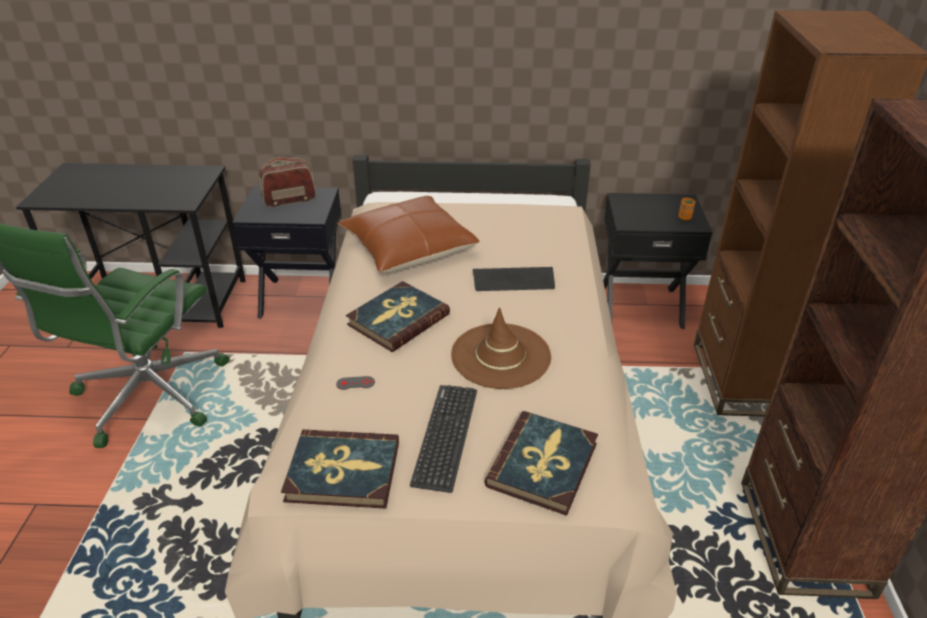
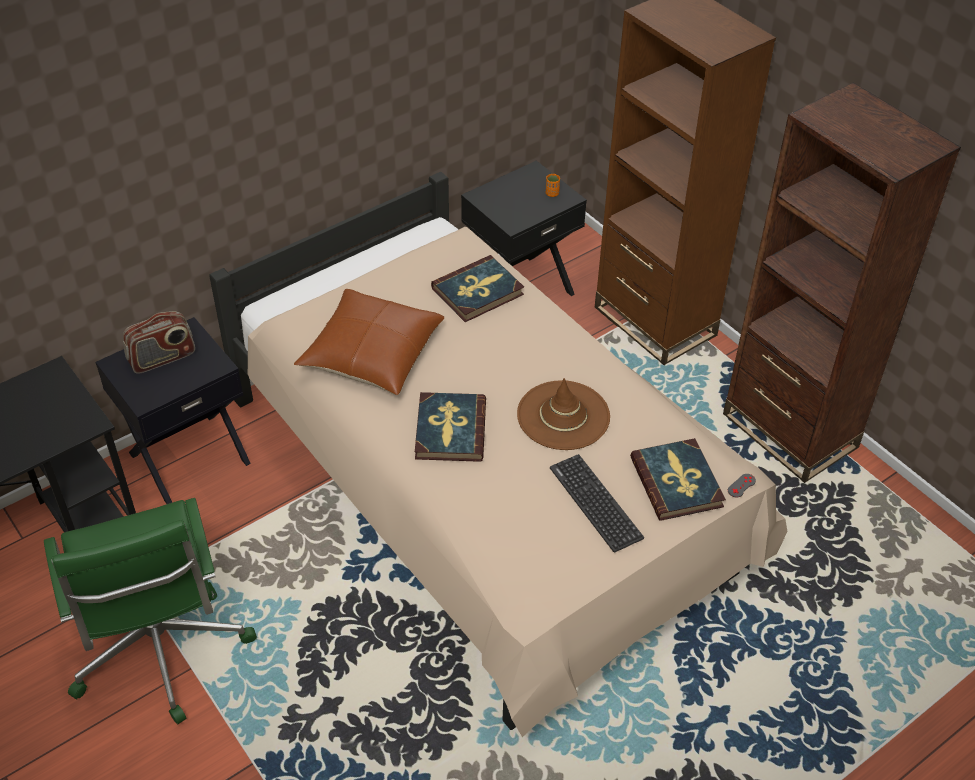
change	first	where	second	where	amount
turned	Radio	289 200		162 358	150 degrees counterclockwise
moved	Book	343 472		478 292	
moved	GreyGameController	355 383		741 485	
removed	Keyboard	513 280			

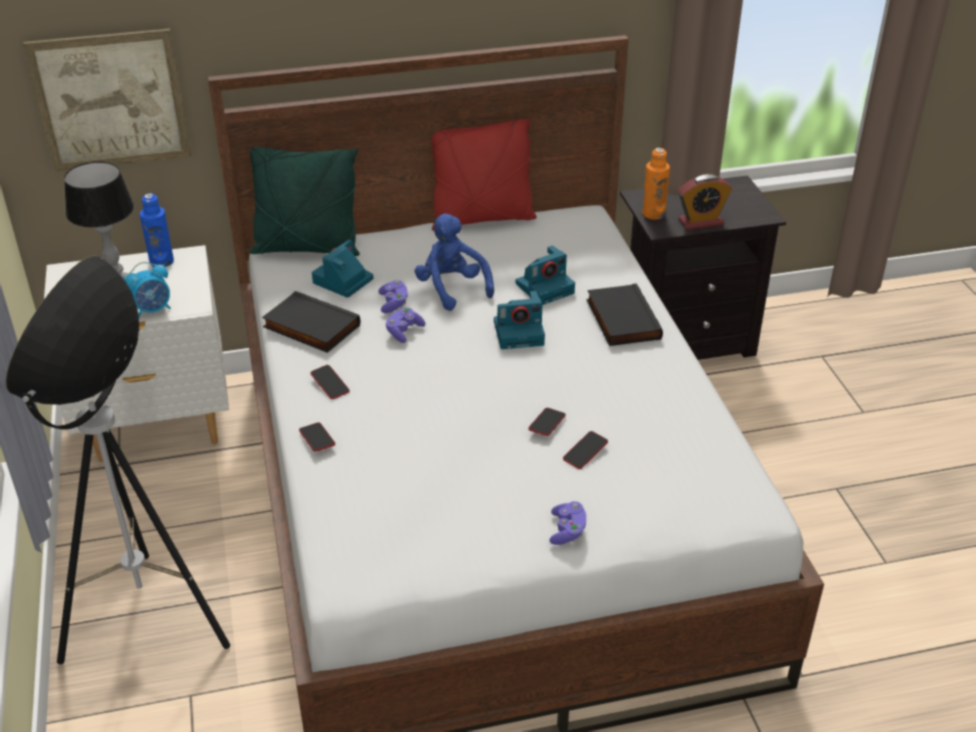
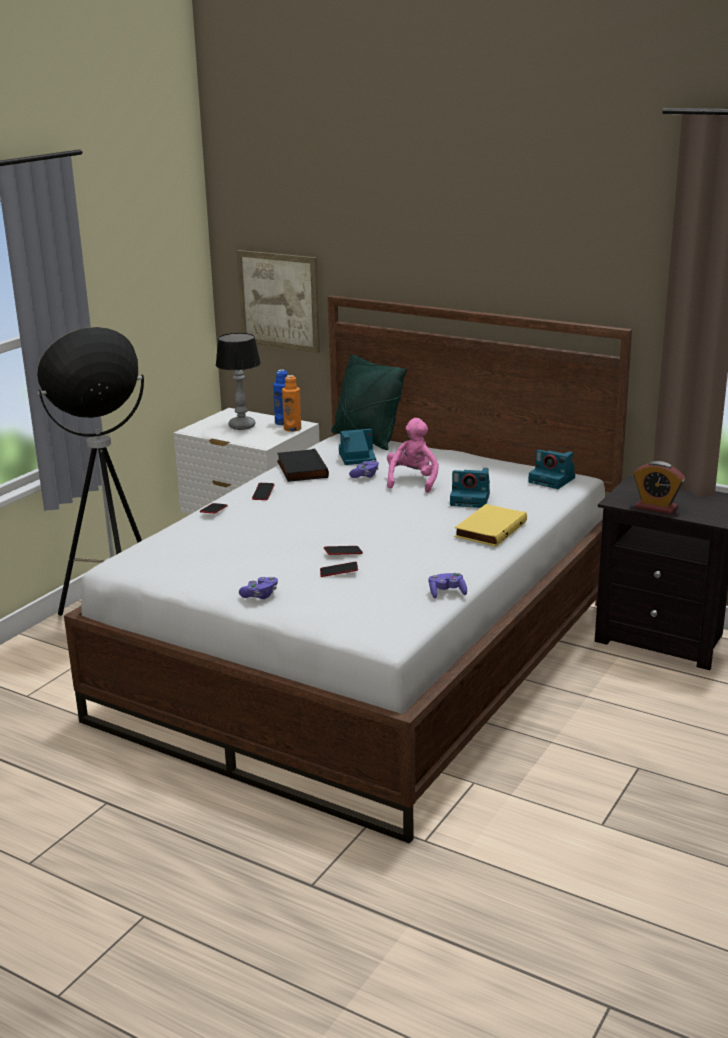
change	first	where	second	where	amount
moved	OrangeBottle	653 214		292 429	
recoloured	BluePlushToy	452 288	PinkPlushToy	412 481	
moved	PurpleGameController	404 331		446 593	
recoloured	BlackBook	621 319	YellowBook	489 529	
moved	PhotoCamera	520 332		553 480	
removed	AlarmClock	153 310			
removed	RedPillow	482 219			

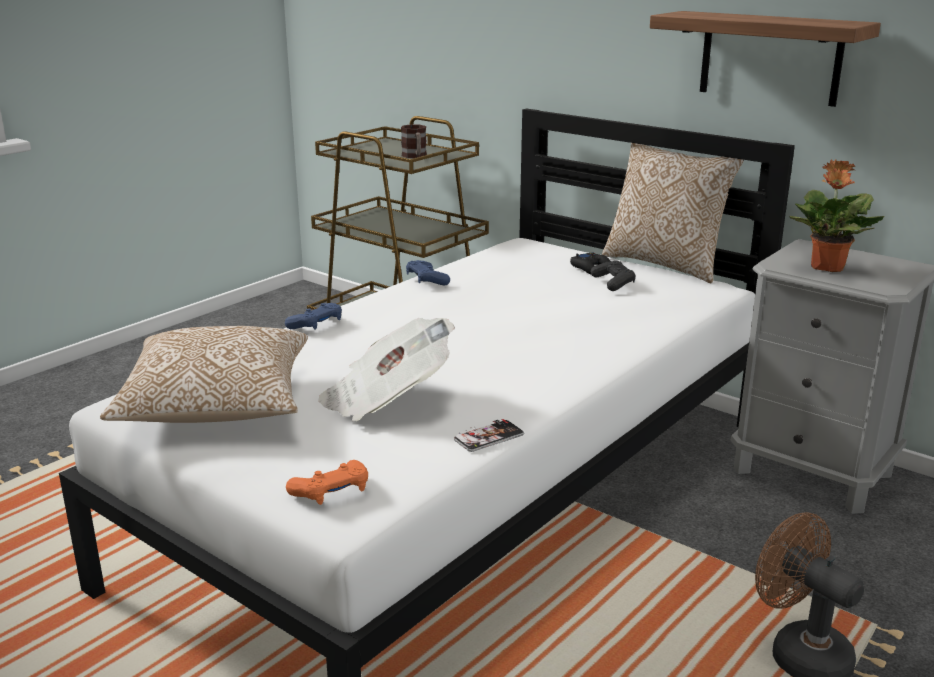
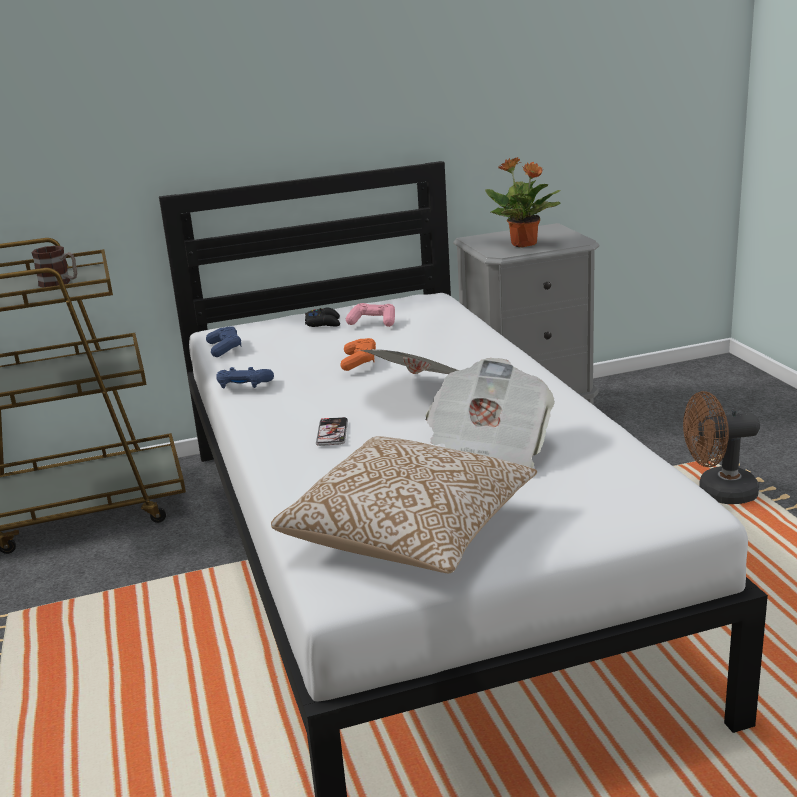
change	first	where	second	where	amount
moved	BlueGameController	316 324		224 348	
moved	Phone	489 437		332 432	
moved	OrangeGameController	331 492		359 361	
recoloured	BlackGameController	613 283	PinkGameController	373 322	
added			Newspaper	420 392	
removed	Pillow	665 264			
removed	Shelf	770 58			

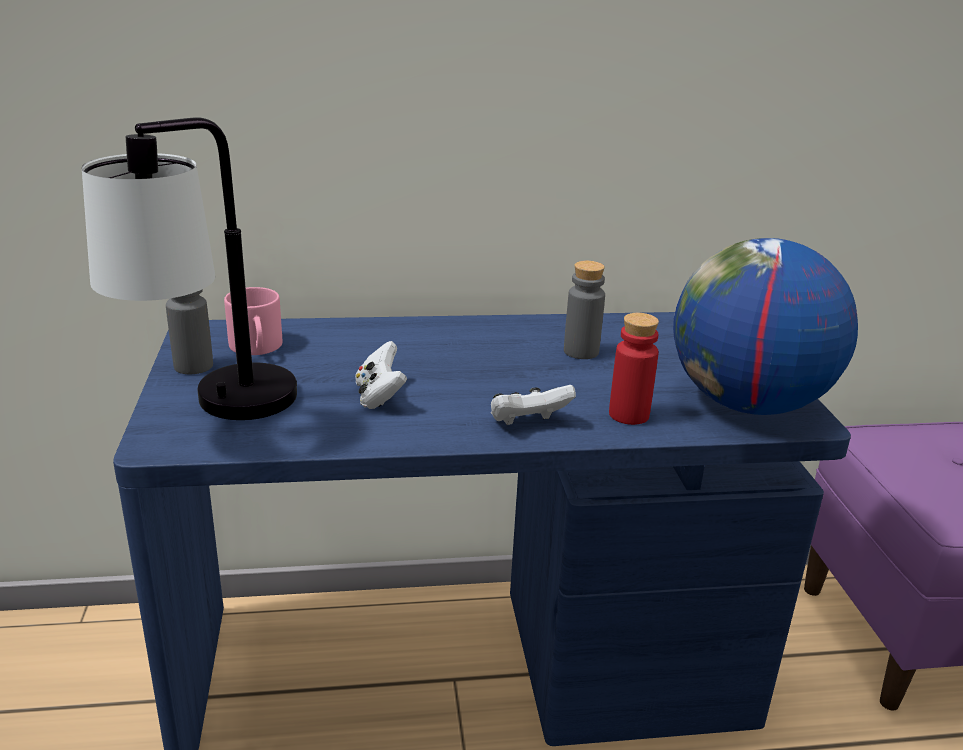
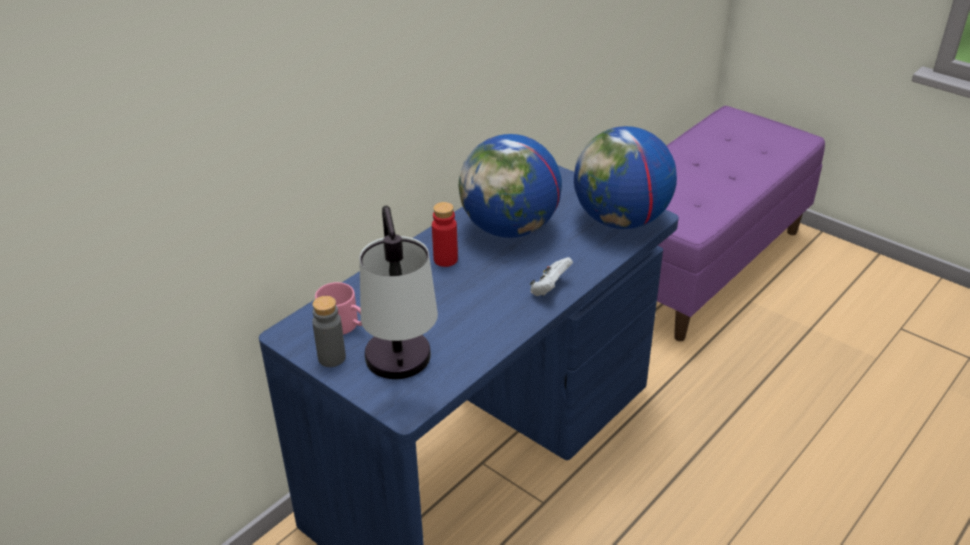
change	first	where	second	where	amount
moved	RedBottle	629 415		445 259	
replaced	GreyBottle	581 351	Globe	510 229	
removed	WhiteGameController	379 396			

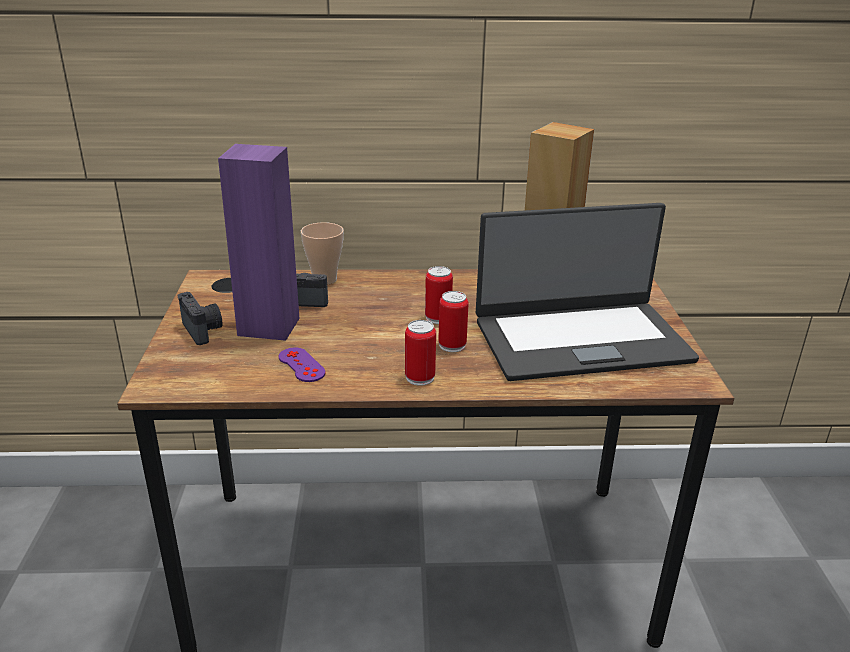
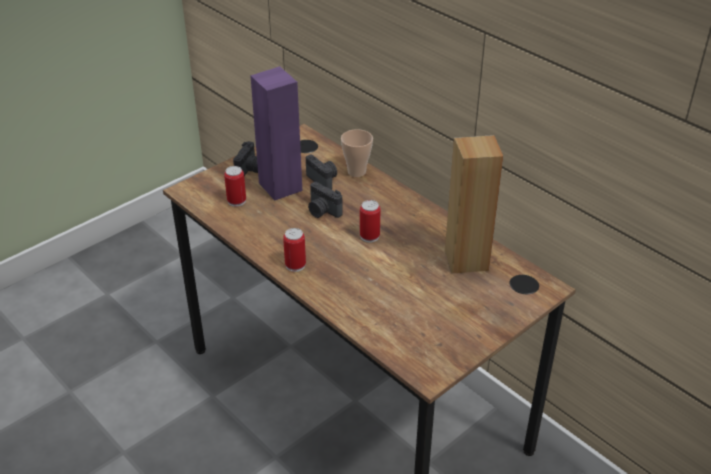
change	first	where	second	where	amount
moved	Can	452 345		236 201	
added			PhotoCamera	322 211	
removed	PurpleGameController	301 365			
removed	Laptop	580 339			

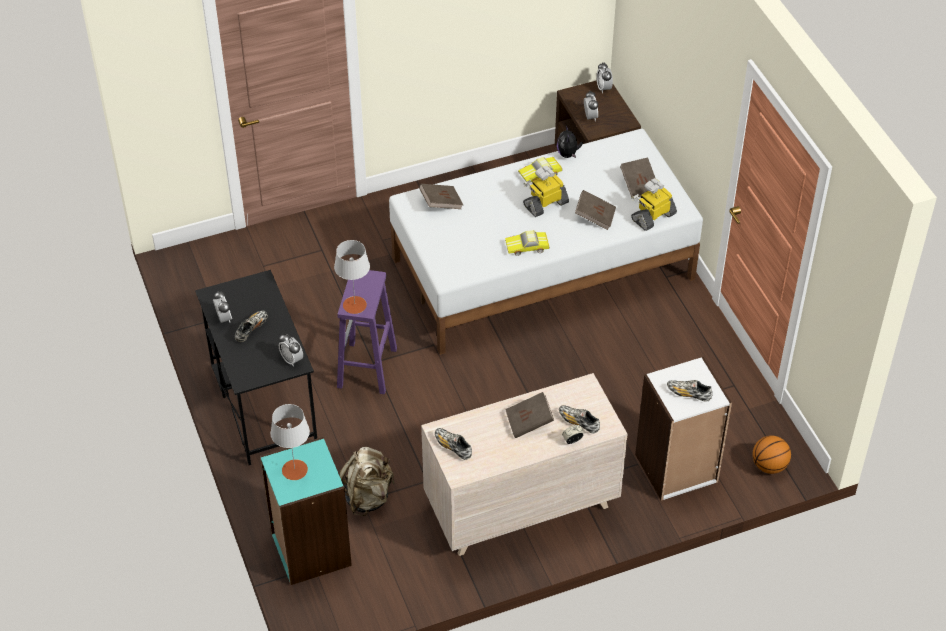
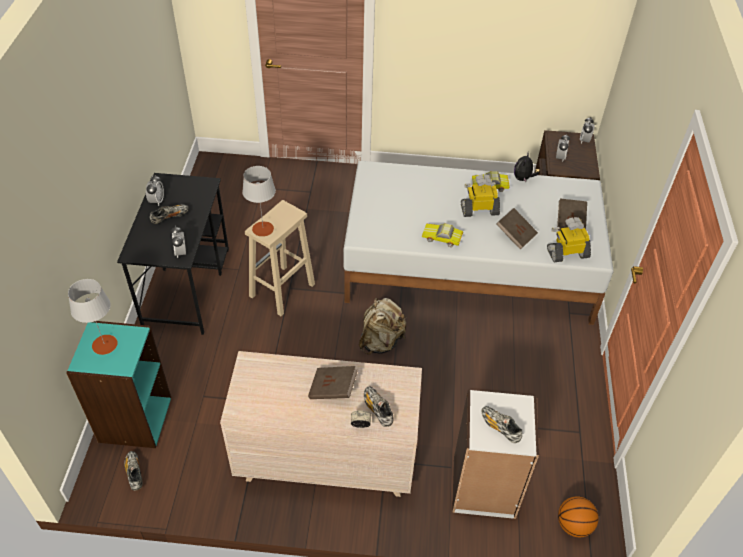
change	first	where	second	where	amount
moved	Shoe	453 447		134 473	
recoloured	PurpleStool	367 369	BeigeStool	281 291	
moved	BeigeBackpack	368 496		381 341	
removed	BrownBook	441 203			

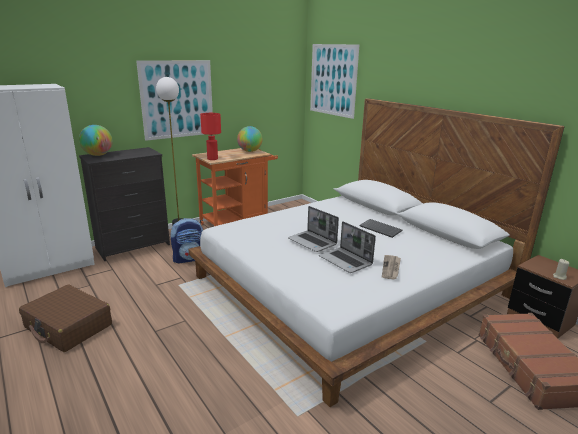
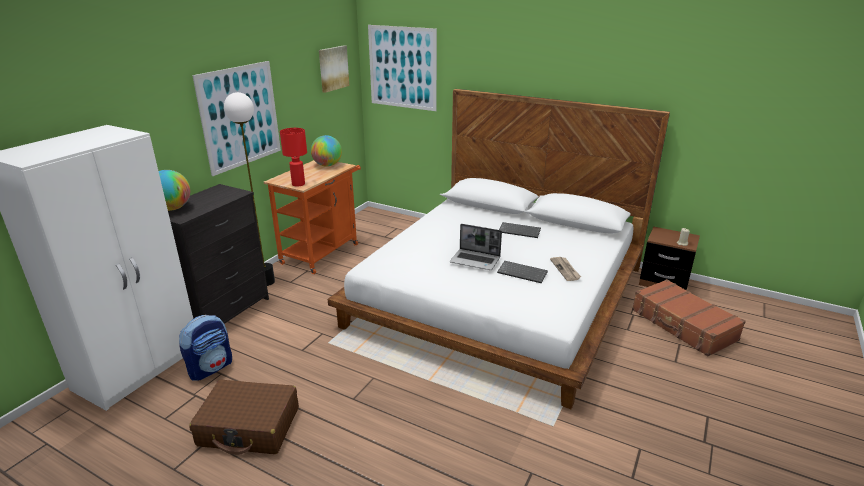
change	first	where	second	where	amount
moved	Backpack	189 258		211 368	
added			Picture	333 68	
replaced	Laptop	346 261	Keyboard	523 273	

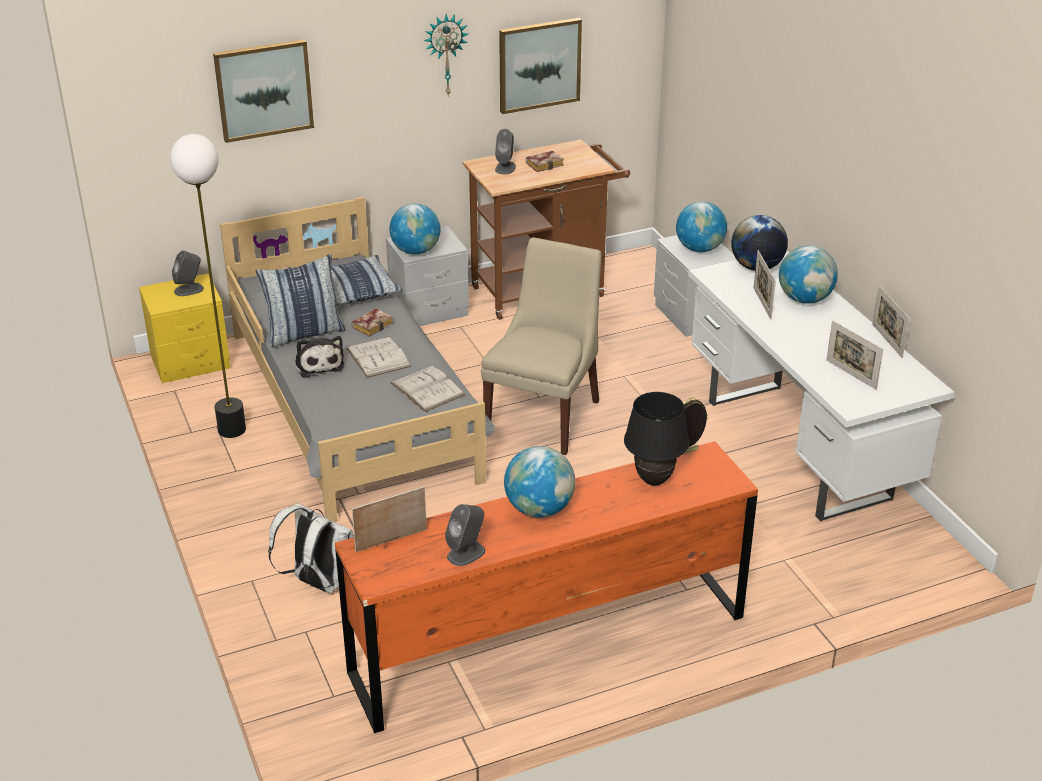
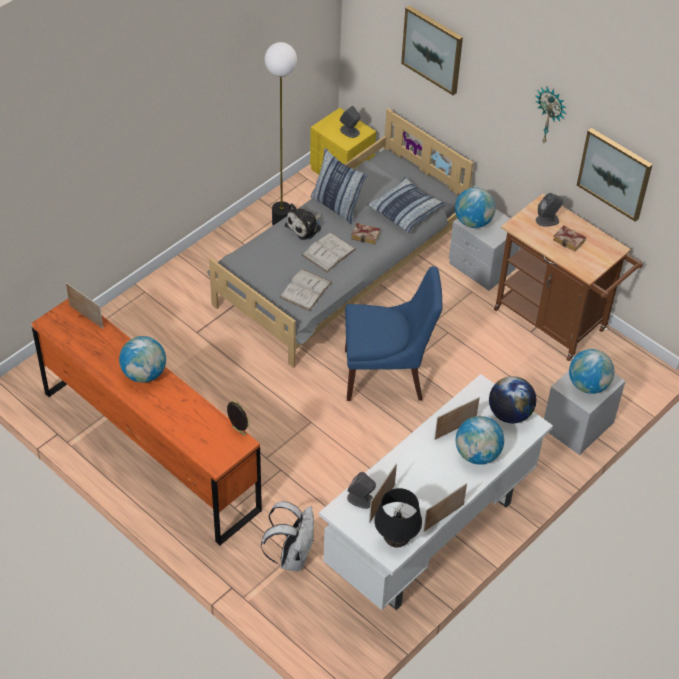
change	first	where	second	where	amount
moved	WhiteBackpack	318 583		292 556	
recoloured	BeigeChair	544 415	BlueChair	387 375	
moved	GreySpeaker	466 553		361 499	
moved	BlackTableLamp	654 481		396 541	

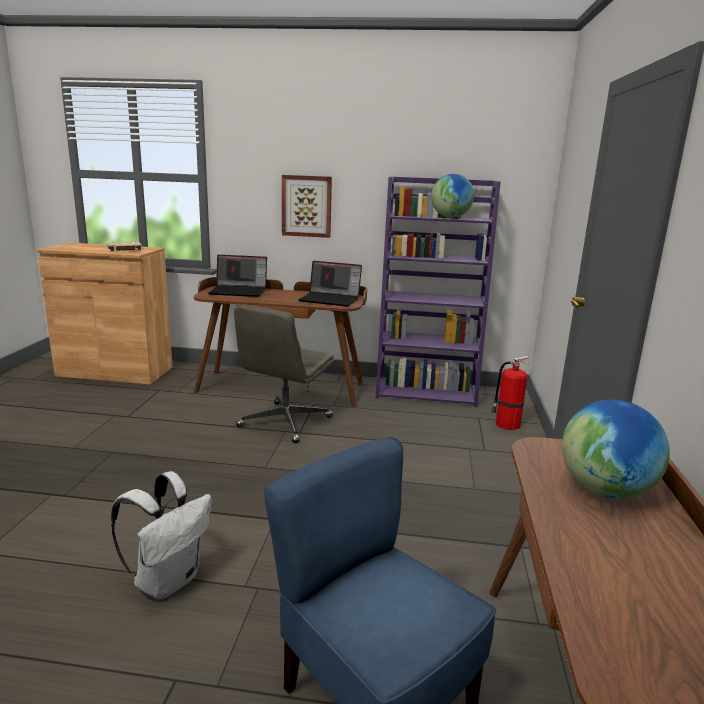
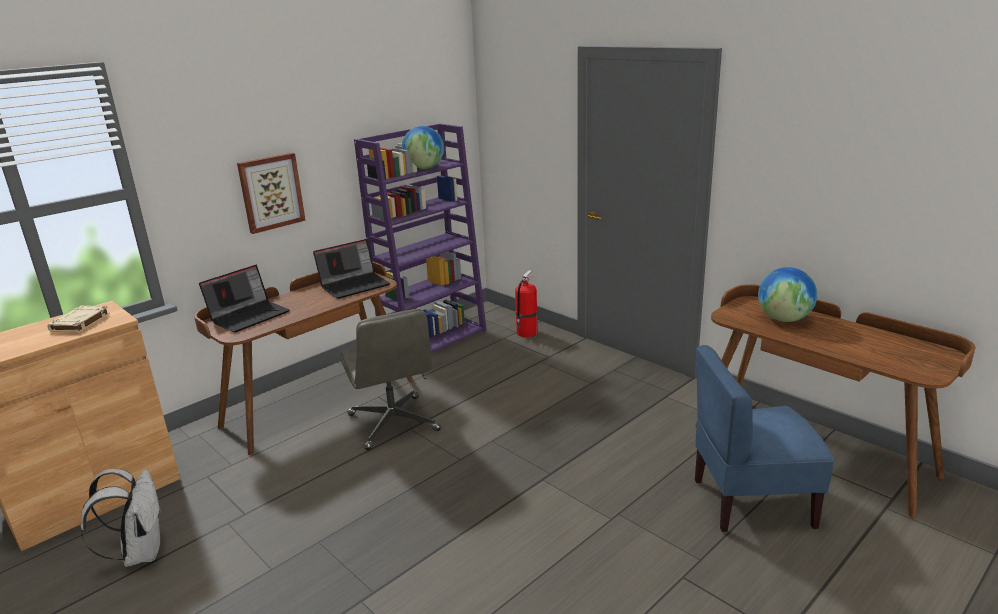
change	first	where	second	where	amount
moved	WhiteBackpack	168 580		140 552	

